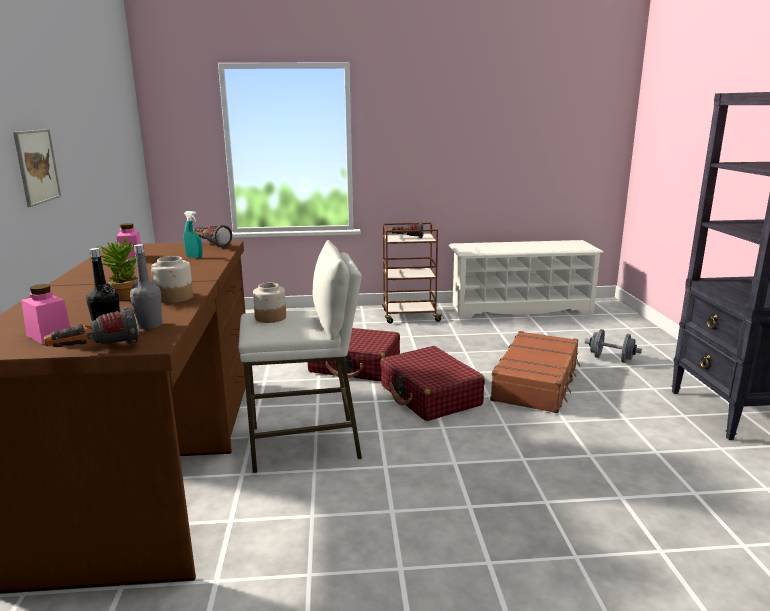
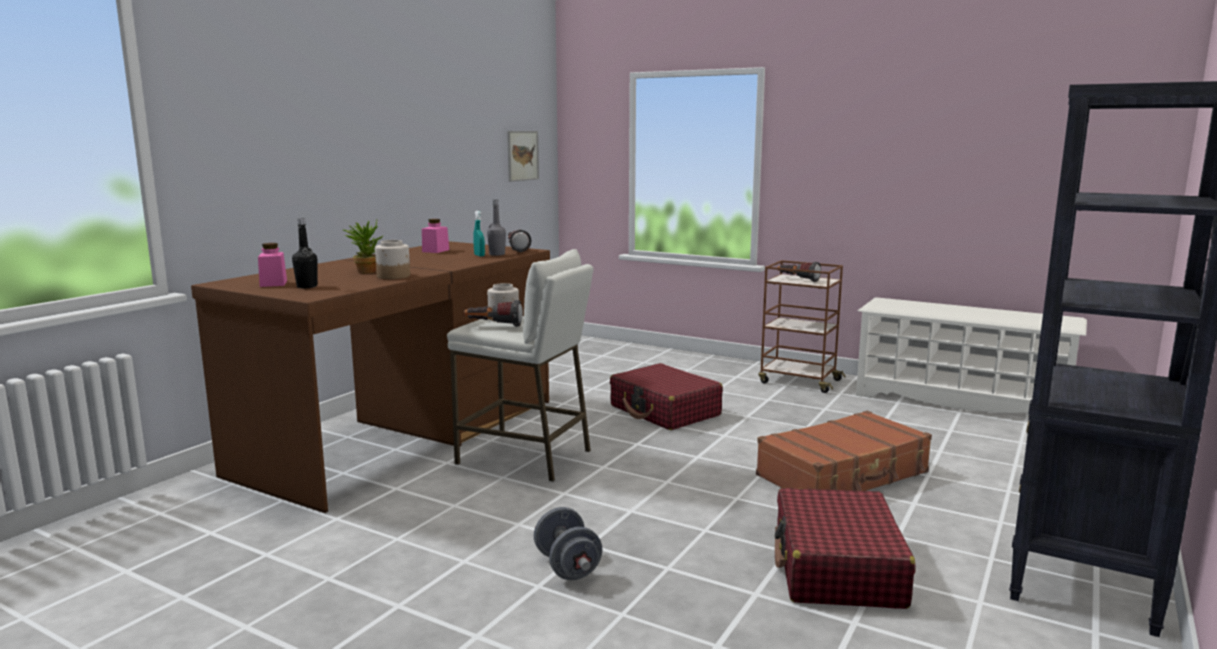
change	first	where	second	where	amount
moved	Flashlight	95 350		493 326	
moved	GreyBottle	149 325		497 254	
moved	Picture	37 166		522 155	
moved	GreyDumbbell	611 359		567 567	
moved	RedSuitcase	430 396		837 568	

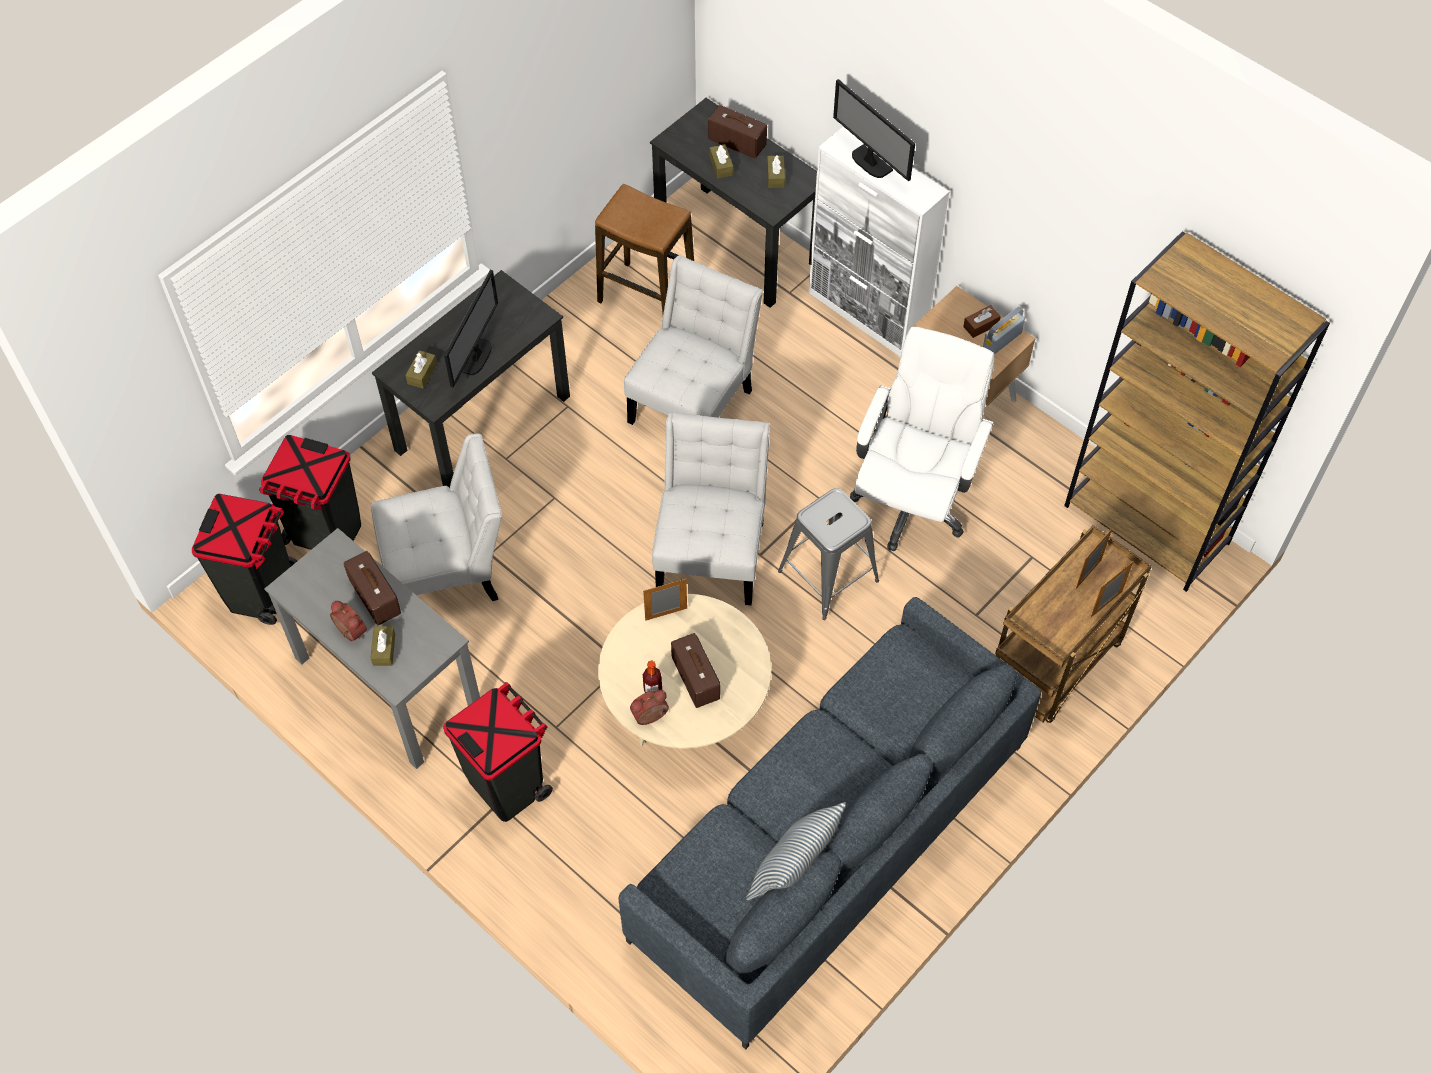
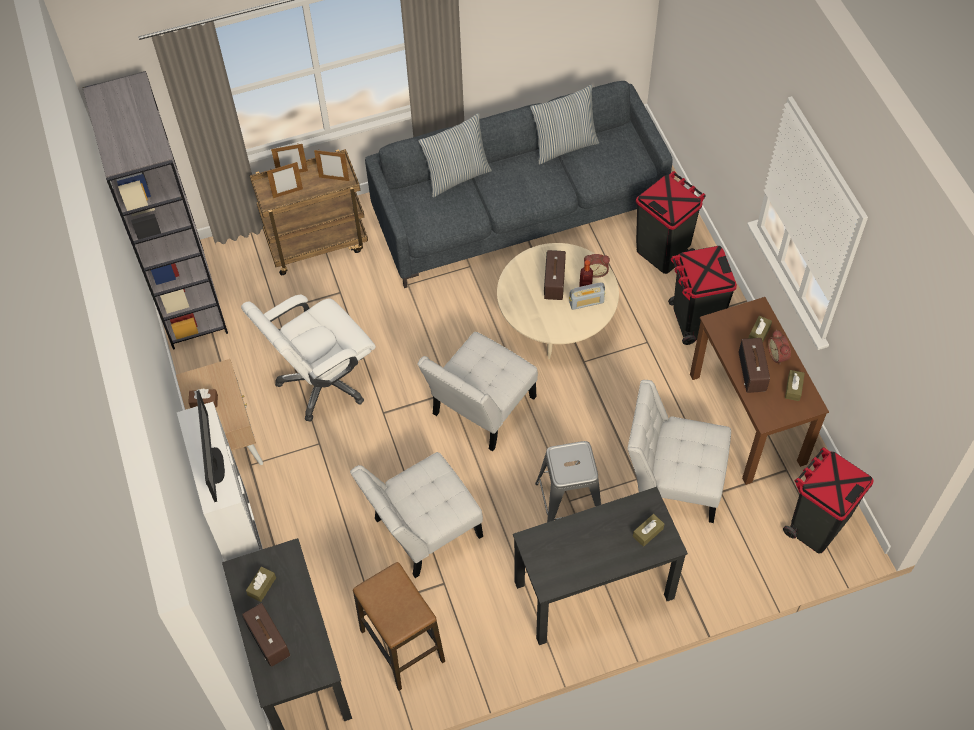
change	first	where	second	where	amount
recoloured	BrownBookcase	1147 524	GreyBookcase	187 297	
moved	PictureFrame	666 614		334 179	
added			Pillow	456 176	
moved	GreyStool	828 575		568 503	
moved	Radio	1002 340		586 302	
moved	BlackTrashCan	326 535		662 252	
recoloured	GreyDesk	387 683	BrownDesk	747 419	
moved	BrownTissueBox	721 166		793 388	
removed	Monitor	476 357			

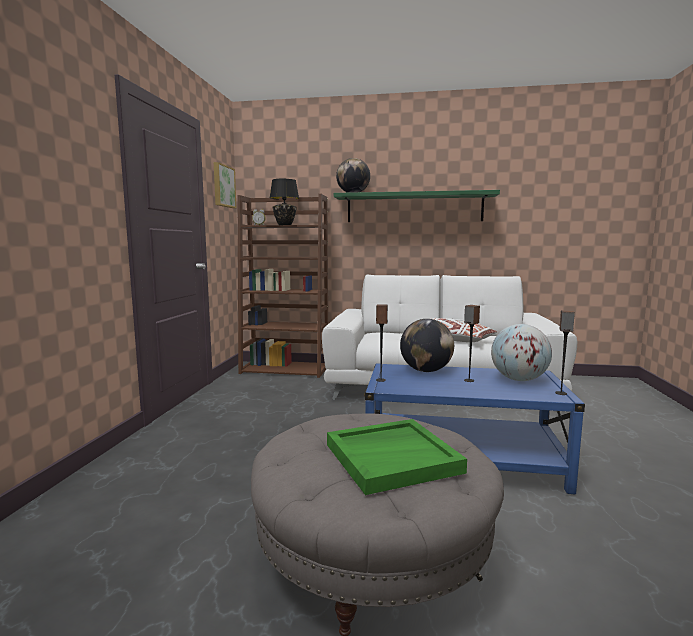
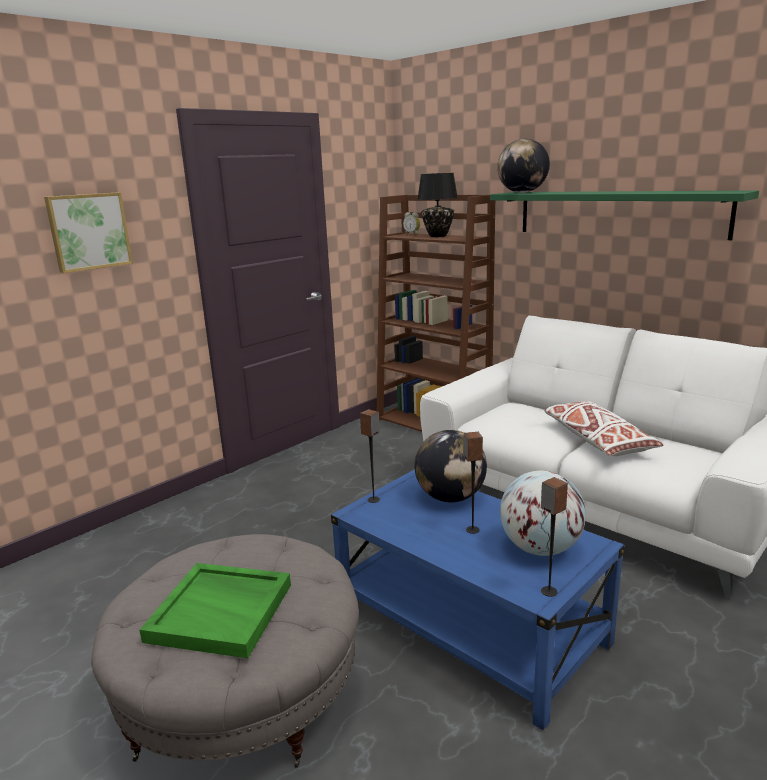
change	first	where	second	where	amount
moved	Picture	223 186		88 231	

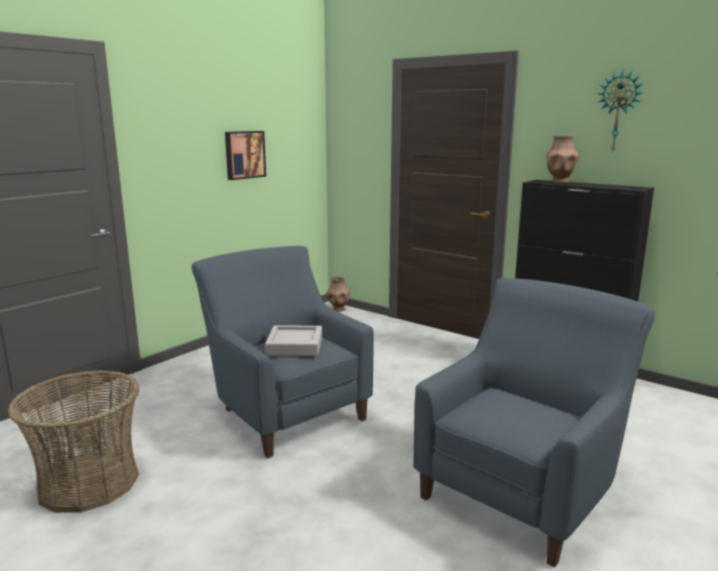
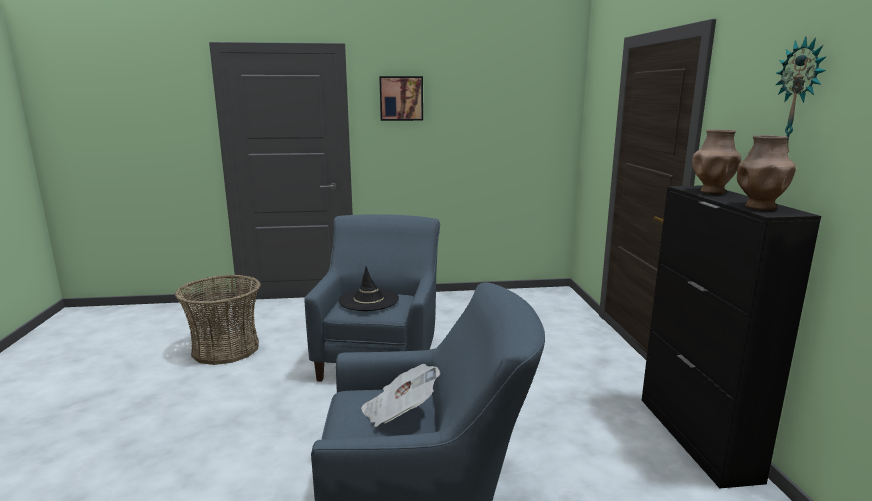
change	first	where	second	where	amount
replaced	GreyTray	295 346	BlackHat	369 300	
added			Newspaper	399 412	
moved	Picture	244 154		401 98	
moved	BrownVase	338 309		759 207	

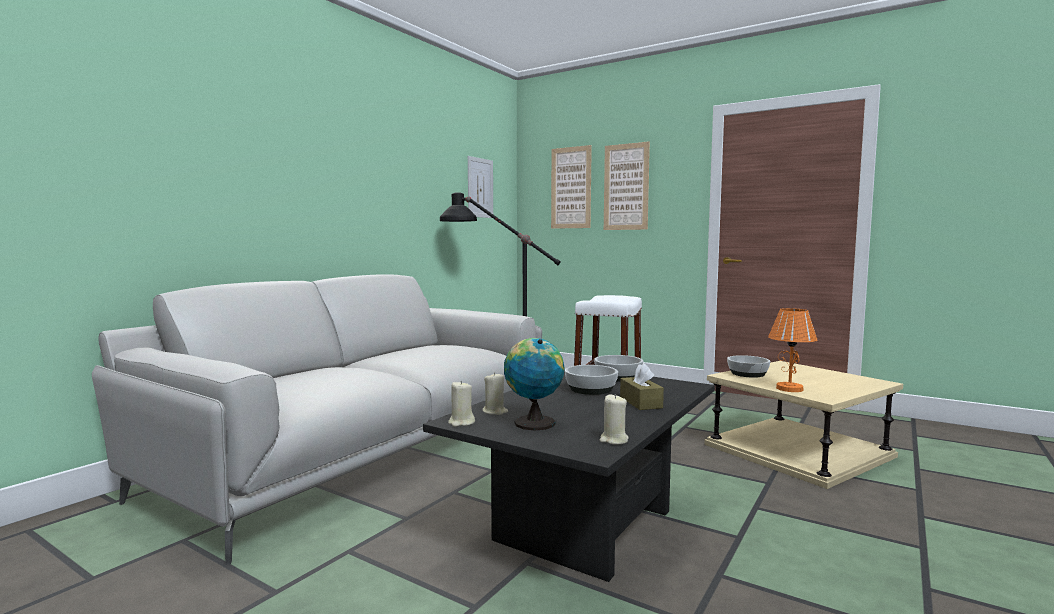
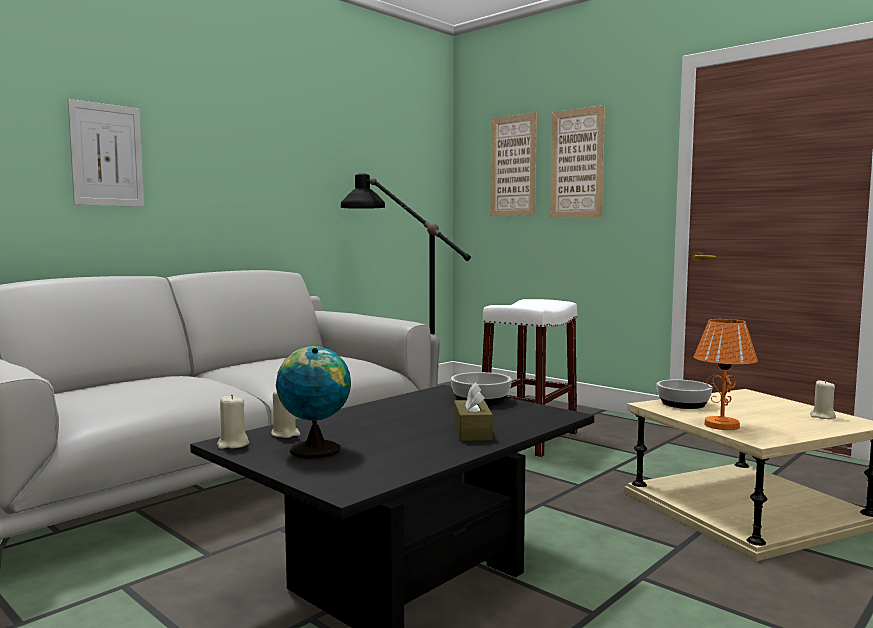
change	first	where	second	where	amount
moved	Picture	480 188		107 155	
moved	BeigeCandle	613 440		822 416	
removed	Bowl	590 389			

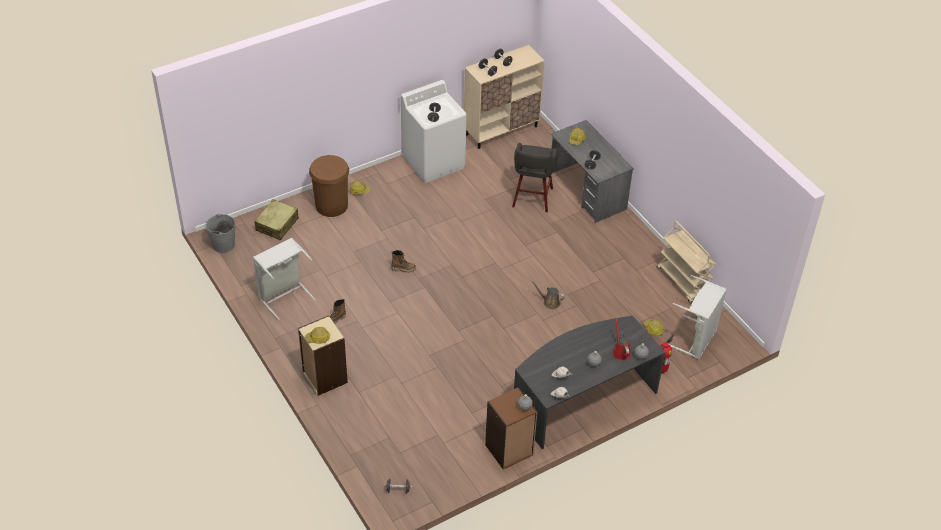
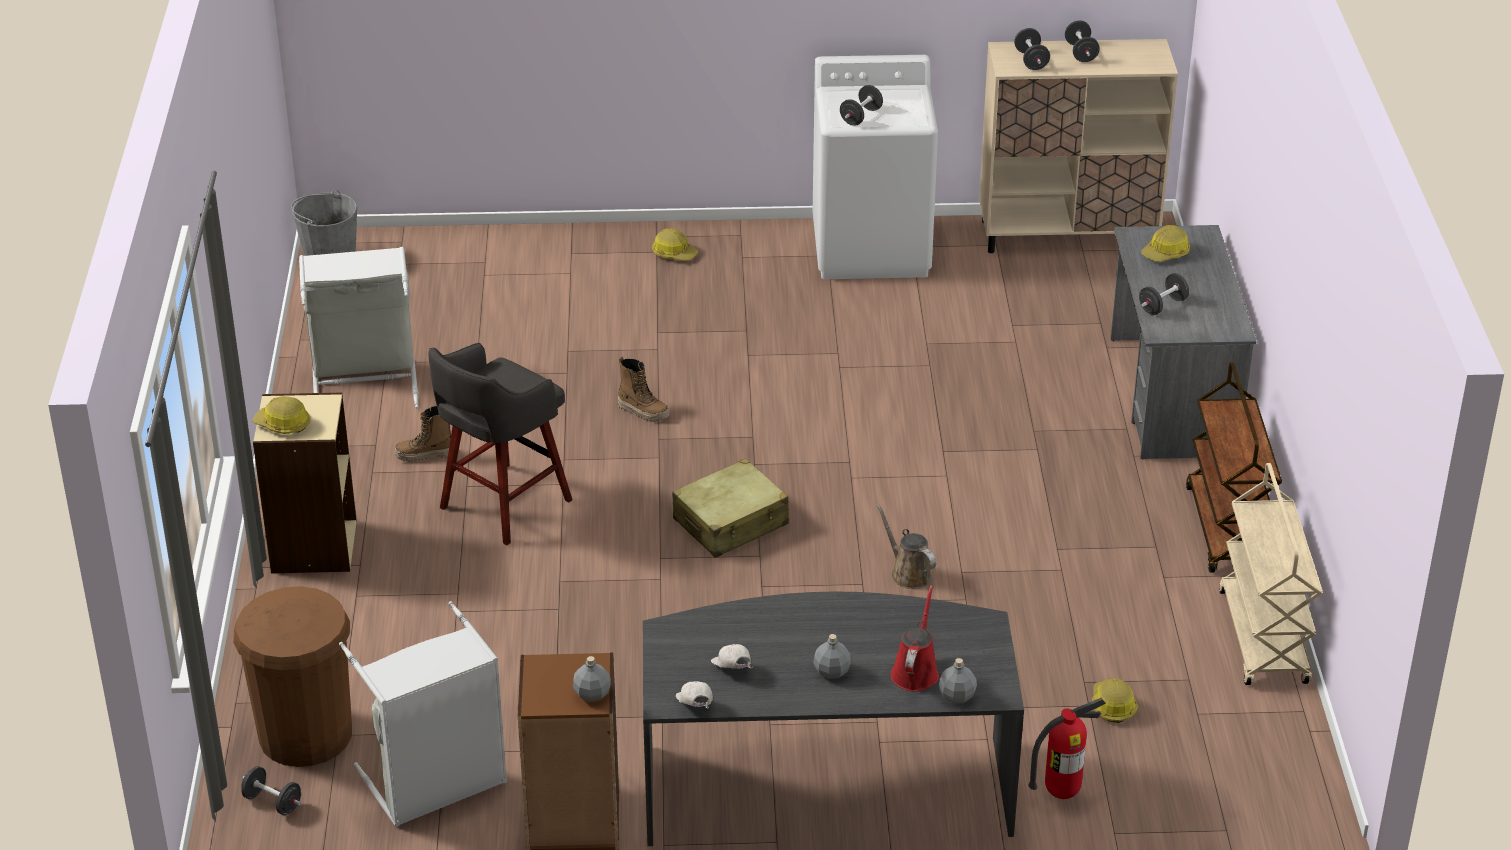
change	first	where	second	where	amount
moved	BrownTrashCan	331 205		305 734	
moved	GreyLaundryBasket	696 339		437 784	
moved	GreyStool	532 198		502 506	
moved	BeigeSuitcase	277 224		731 522	
added			BrownCart	1228 530	

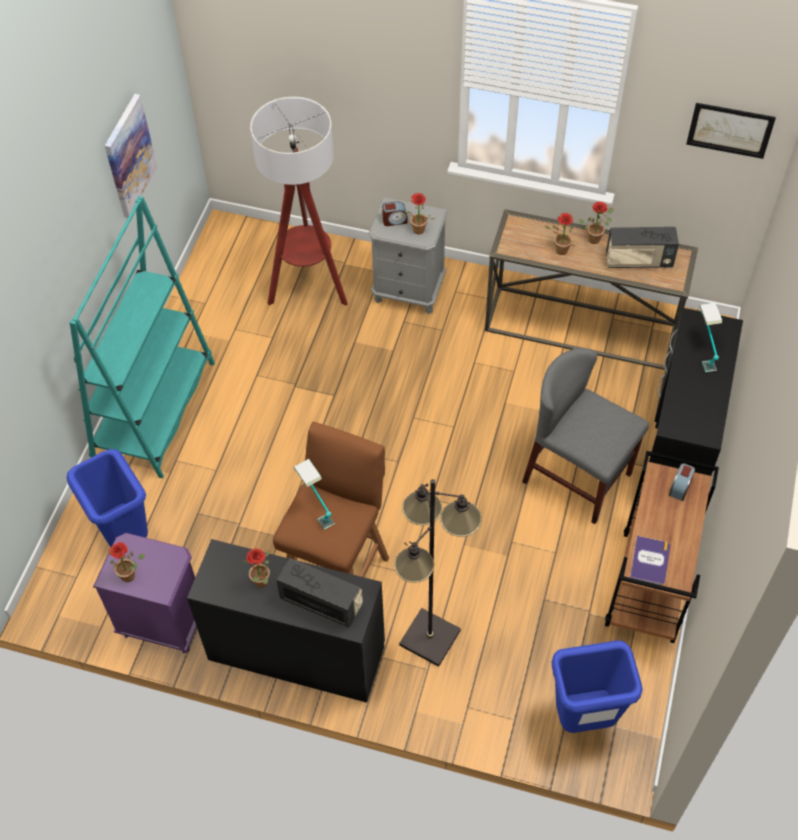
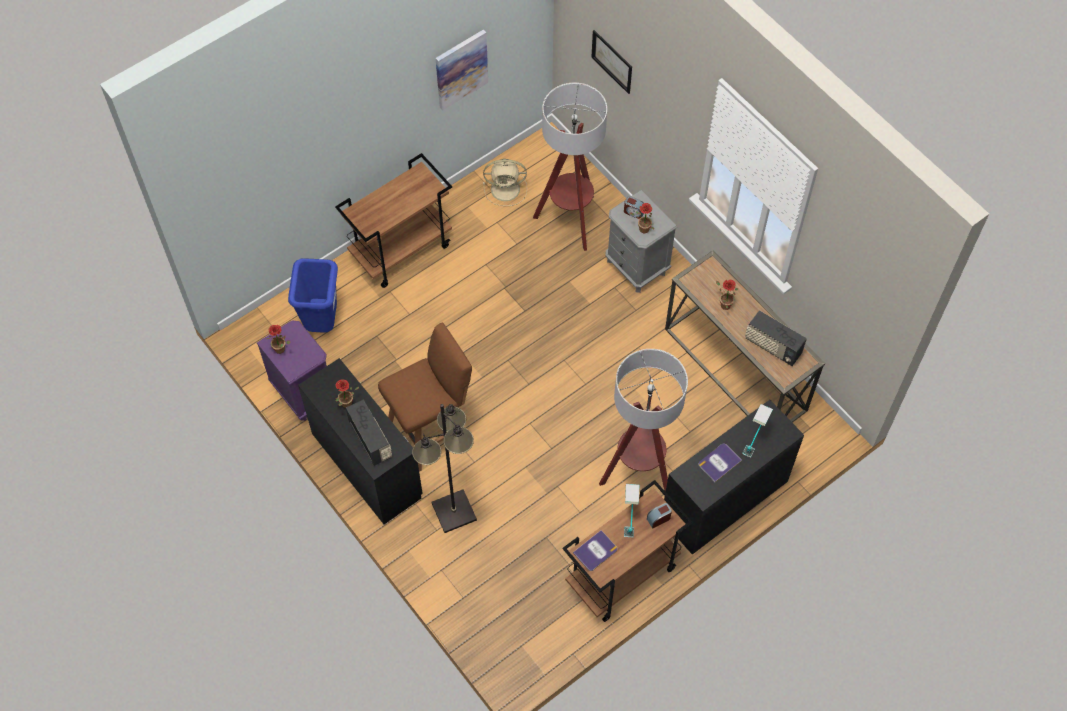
change	first	where	second	where	amount
replaced	TurquoiseBookcase	155 412	BrownCart	401 249	
added			BeigeFan	506 189	
moved	Picture	730 130		612 61	
replaced	GreyChair	577 478	FloorLamp	638 473	
moved	TableLamp	315 507		629 517	
added			Book	719 462	
removed	BlueTrashCan	583 718			
removed	PottedPlant	595 237			

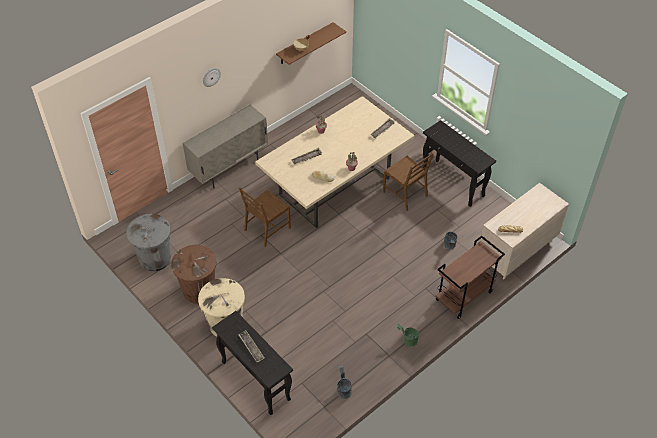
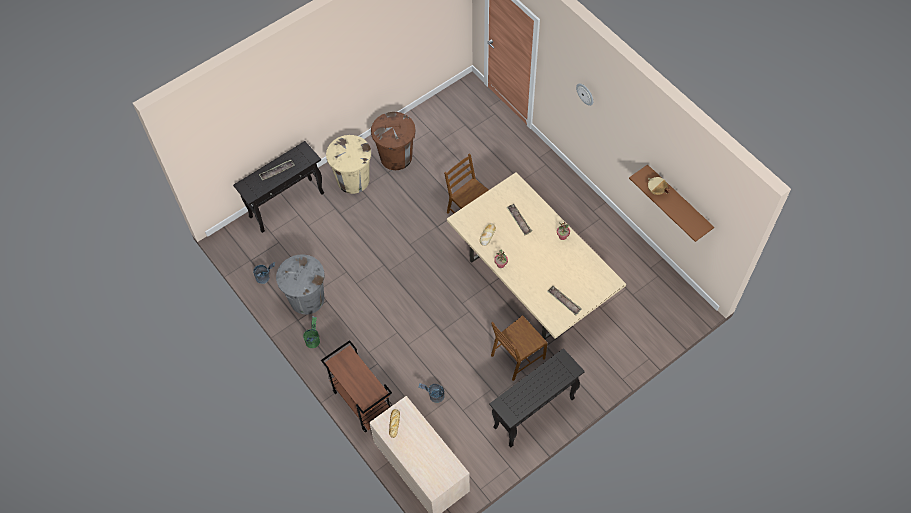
change	first	where	second	where	amount
moved	GreyTrashCan	155 259		307 299	
removed	BeigeCabinet	229 168			

